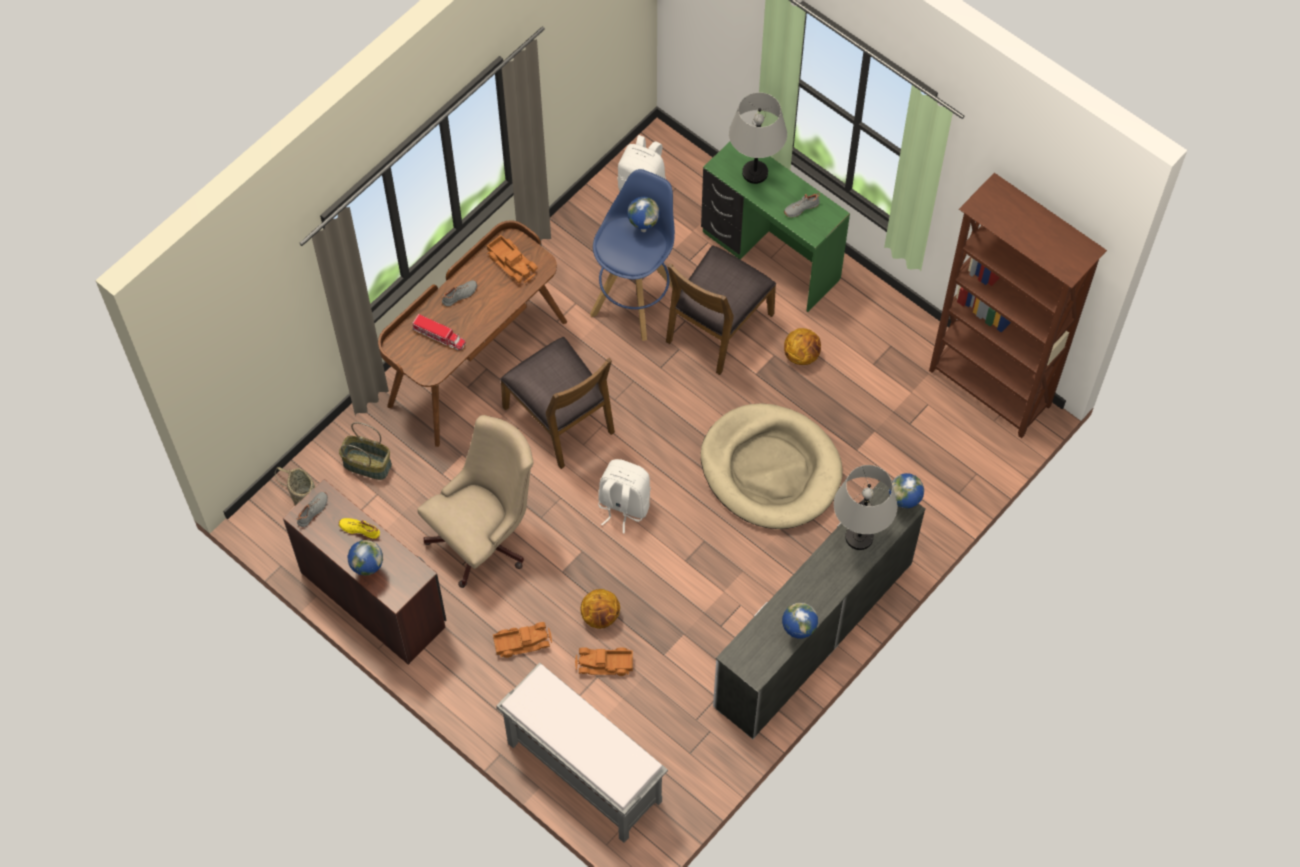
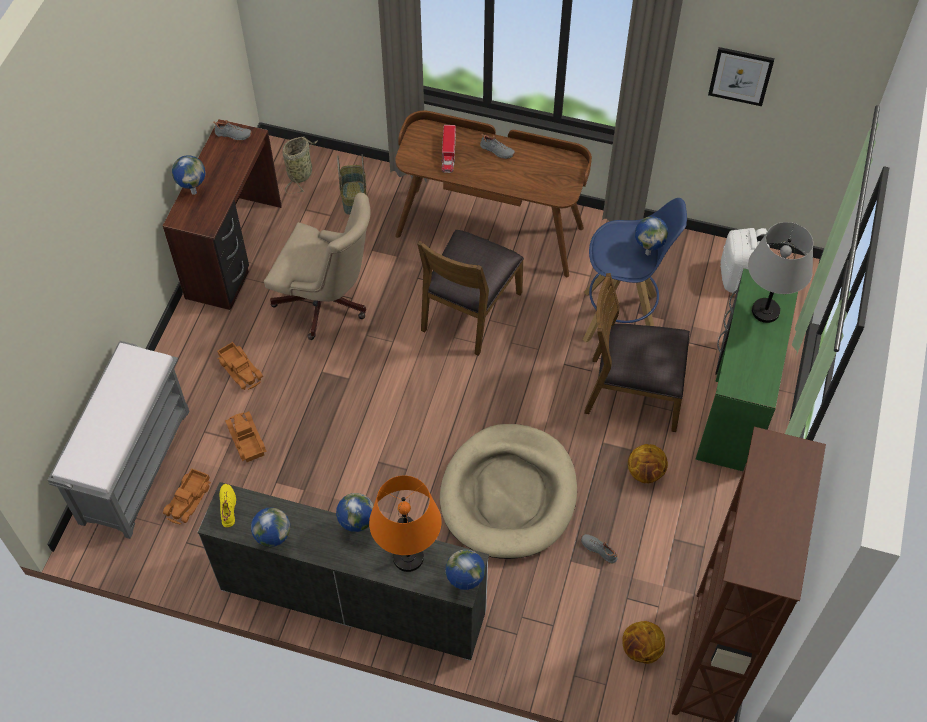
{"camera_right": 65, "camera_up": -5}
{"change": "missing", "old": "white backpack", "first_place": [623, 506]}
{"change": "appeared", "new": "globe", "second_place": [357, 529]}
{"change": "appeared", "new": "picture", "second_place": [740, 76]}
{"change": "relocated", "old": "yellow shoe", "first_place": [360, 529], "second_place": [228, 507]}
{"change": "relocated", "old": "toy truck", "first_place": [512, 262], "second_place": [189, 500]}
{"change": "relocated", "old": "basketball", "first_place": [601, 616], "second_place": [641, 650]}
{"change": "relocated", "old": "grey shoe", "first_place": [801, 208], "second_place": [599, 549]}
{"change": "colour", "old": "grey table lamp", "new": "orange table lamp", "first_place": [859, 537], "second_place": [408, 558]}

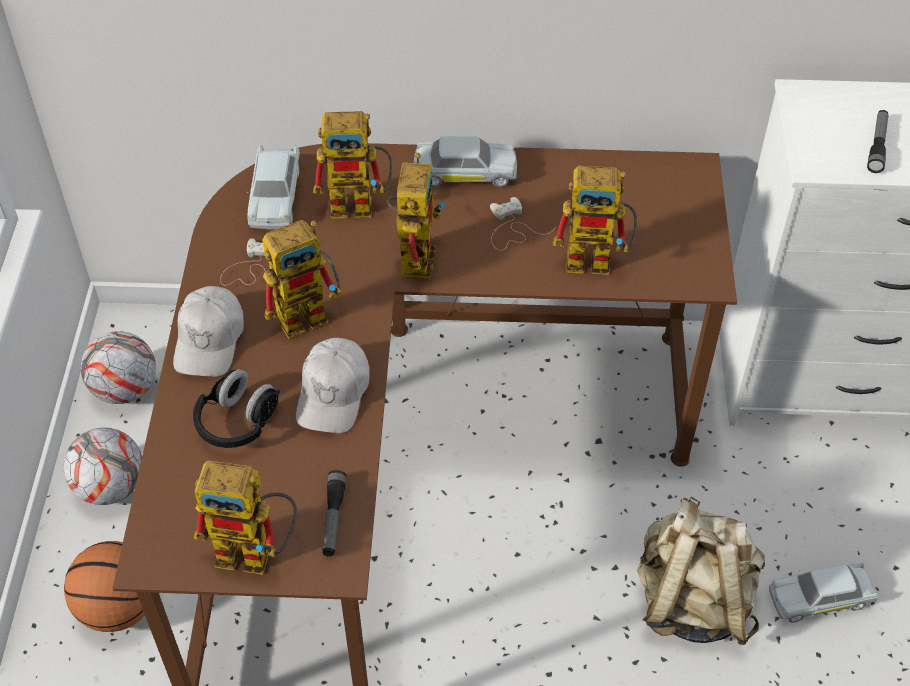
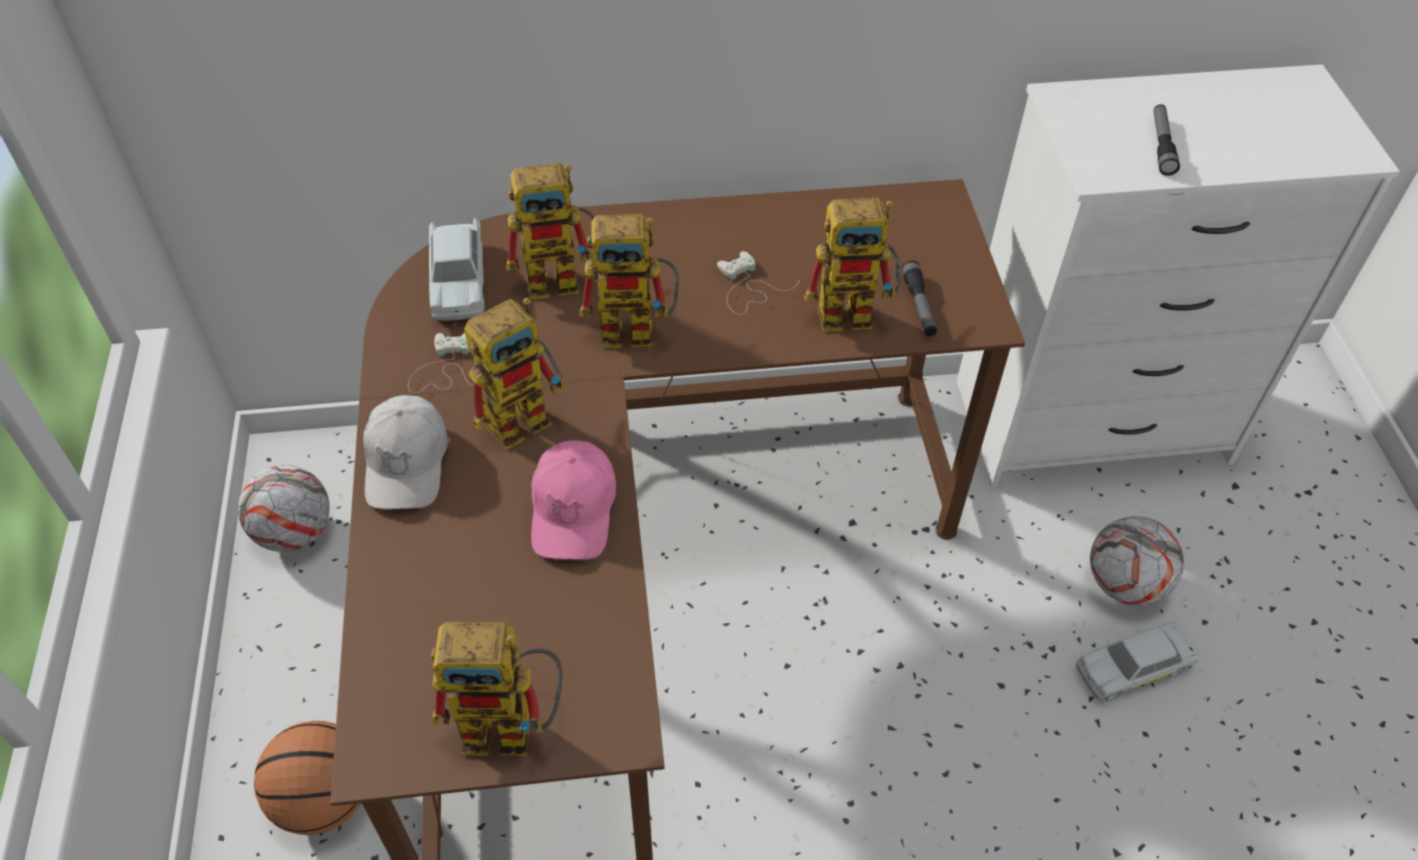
{"camera_right": -10, "camera_up": 0}
{"change": "missing", "old": "black headphones", "first_place": [237, 422]}
{"change": "missing", "old": "white toy car", "first_place": [465, 172]}
{"change": "missing", "old": "beige backpack", "first_place": [692, 600]}
{"change": "relocated", "old": "football", "first_place": [111, 487], "second_place": [1124, 584]}
{"change": "relocated", "old": "flashlight", "first_place": [333, 518], "second_place": [919, 305]}
{"change": "colour", "old": "white cap", "new": "pink cap", "first_place": [334, 393], "second_place": [574, 510]}
{"change": "spun", "old": "toy robot", "first_place": [414, 253], "second_place": [639, 329], "degrees": 90}

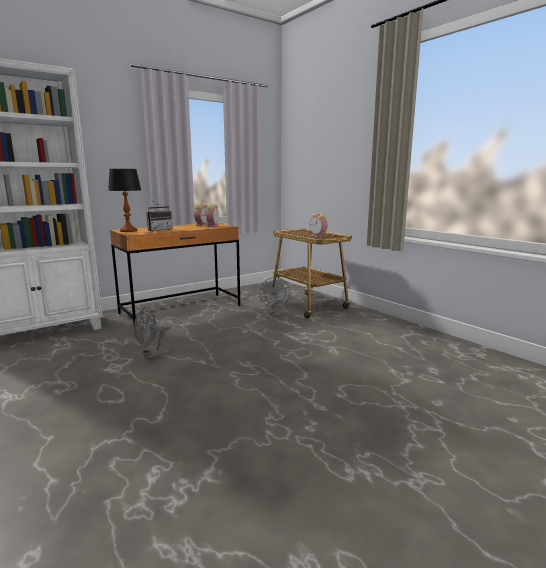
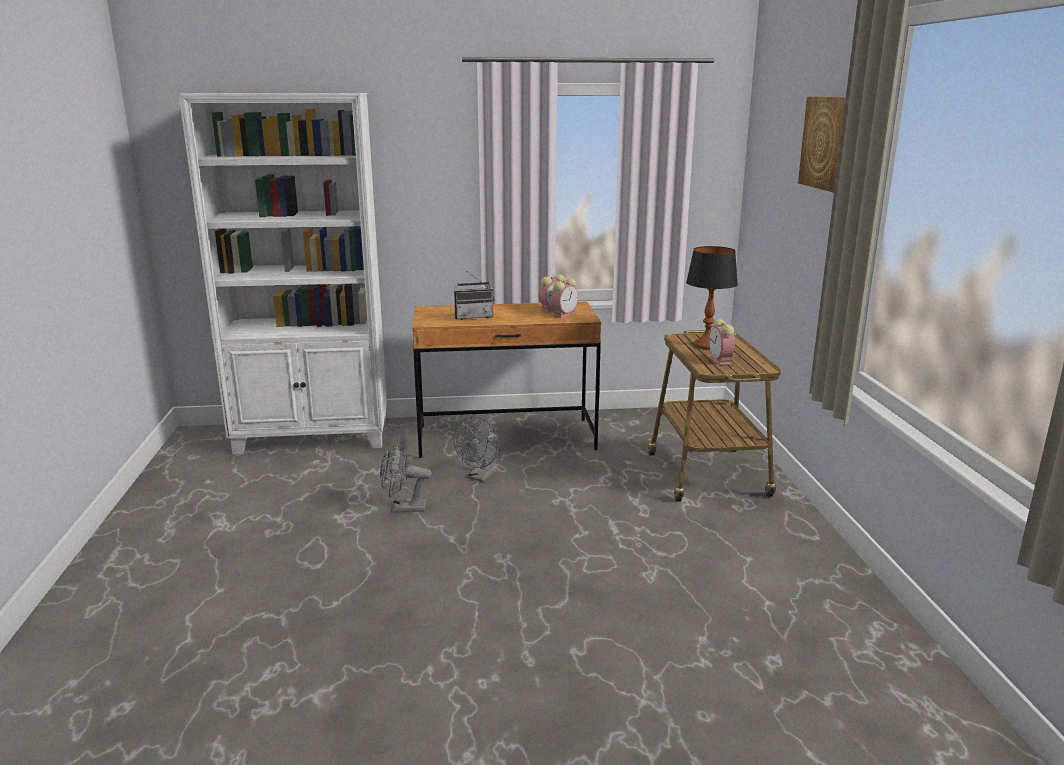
{"camera_right": 30, "camera_up": 5}
{"change": "appeared", "new": "picture", "second_place": [828, 143]}
{"change": "relocated", "old": "table lamp", "first_place": [128, 231], "second_place": [707, 345]}
{"change": "relocated", "old": "grey fan", "first_place": [275, 314], "second_place": [480, 476]}

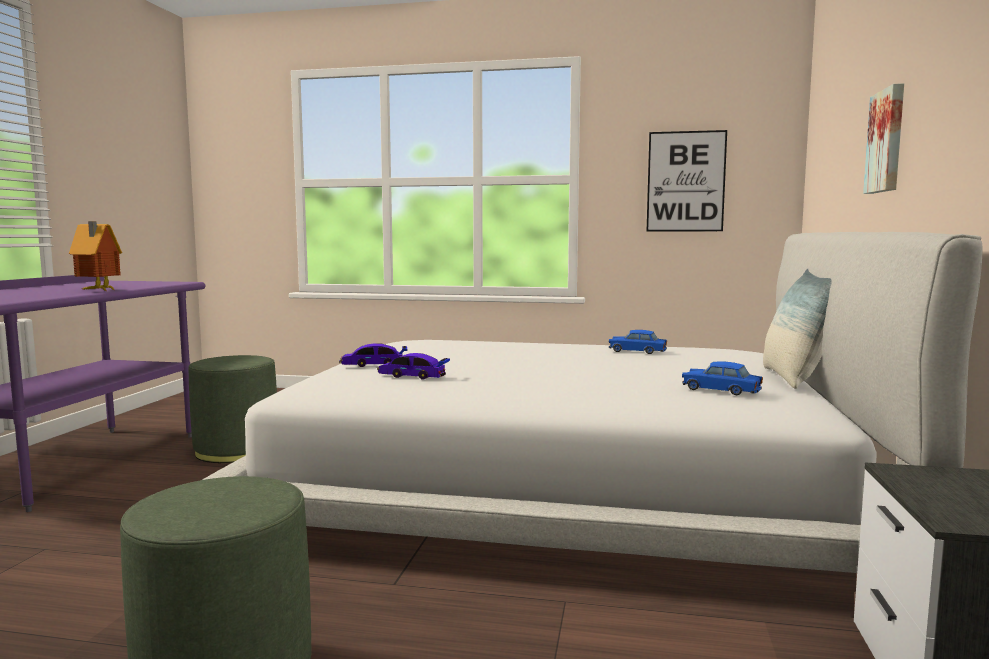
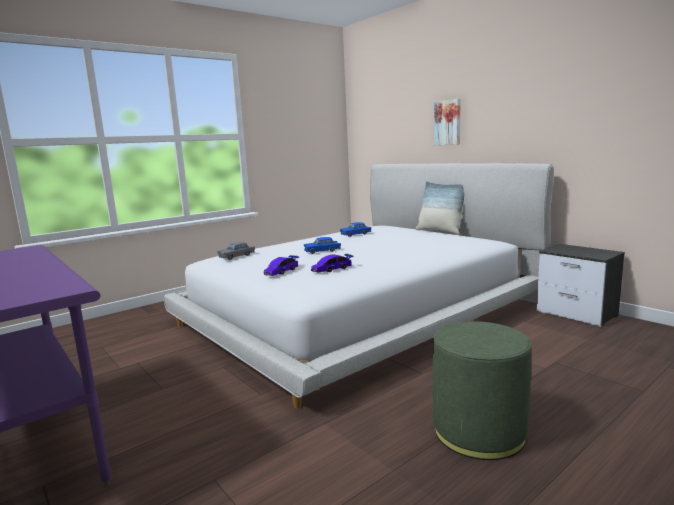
{"camera_right": -50, "camera_up": 5}
{"change": "missing", "old": "toy house", "first_place": [98, 291]}
{"change": "missing", "old": "green ottoman", "first_place": [237, 450]}
{"change": "missing", "old": "picture", "first_place": [685, 181]}
{"change": "appeared", "new": "grey toy car", "second_place": [237, 256]}
{"change": "relocated", "old": "blue toy car", "first_place": [721, 390], "second_place": [322, 251]}

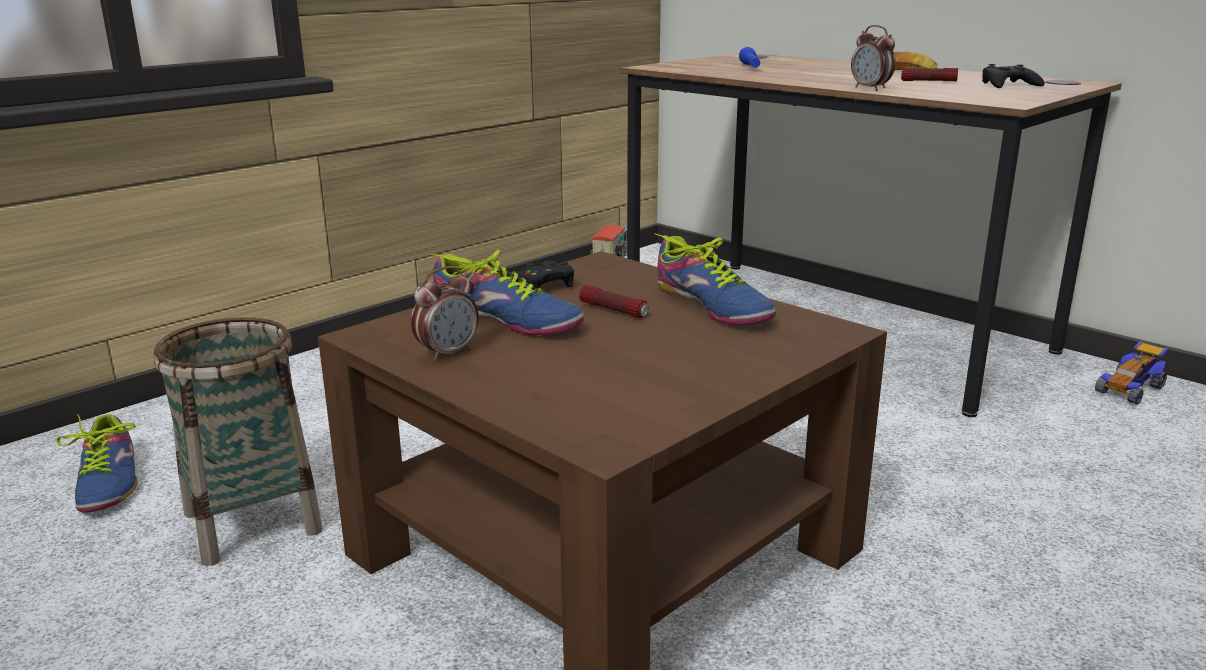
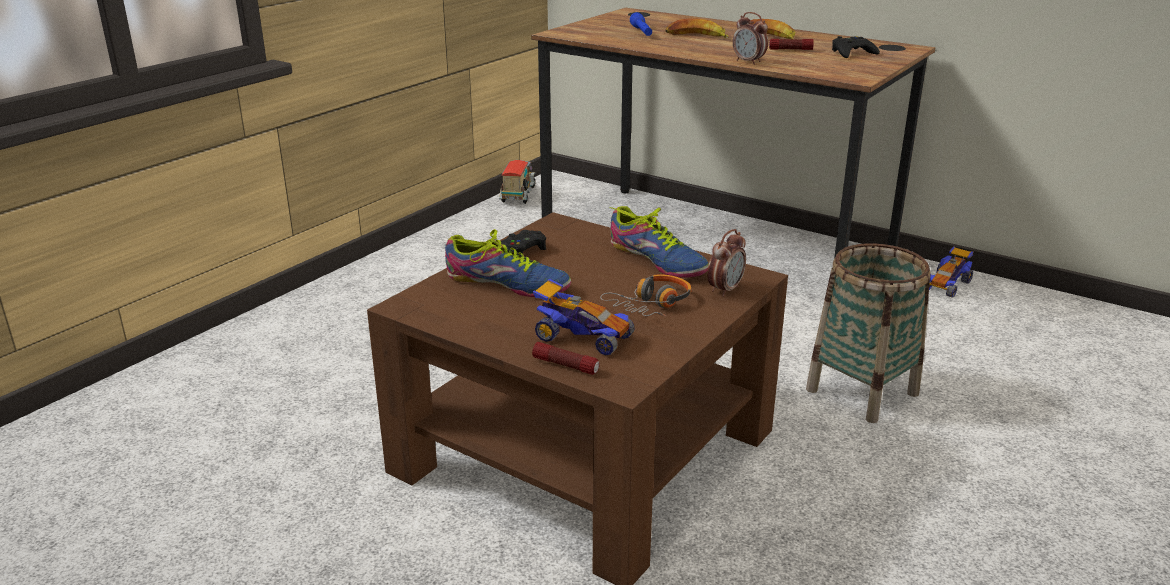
{"camera_right": -10, "camera_up": 5}
{"change": "missing", "old": "shoe", "first_place": [109, 482]}
{"change": "appeared", "new": "toy car", "second_place": [581, 337]}
{"change": "appeared", "new": "headphones", "second_place": [651, 305]}
{"change": "appeared", "new": "banana", "second_place": [697, 37]}
{"change": "relocated", "old": "basket", "first_place": [252, 522], "second_place": [861, 392]}
{"change": "relocated", "old": "alarm clock", "first_place": [448, 353], "second_place": [725, 290]}
{"change": "relocated", "old": "flashlight", "first_place": [613, 310], "second_place": [566, 365]}

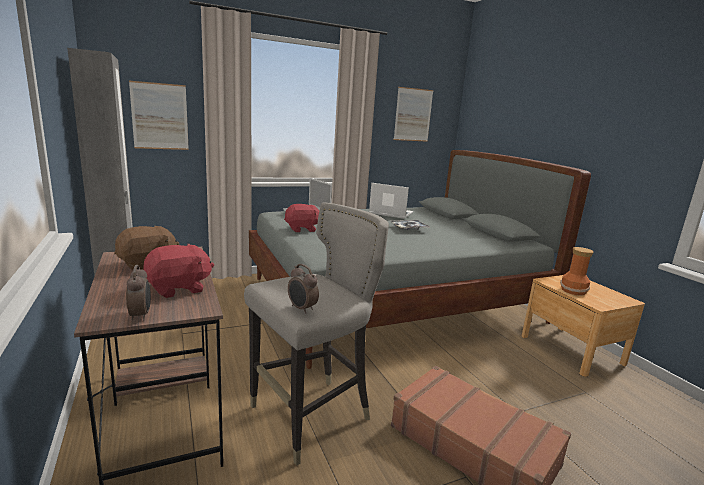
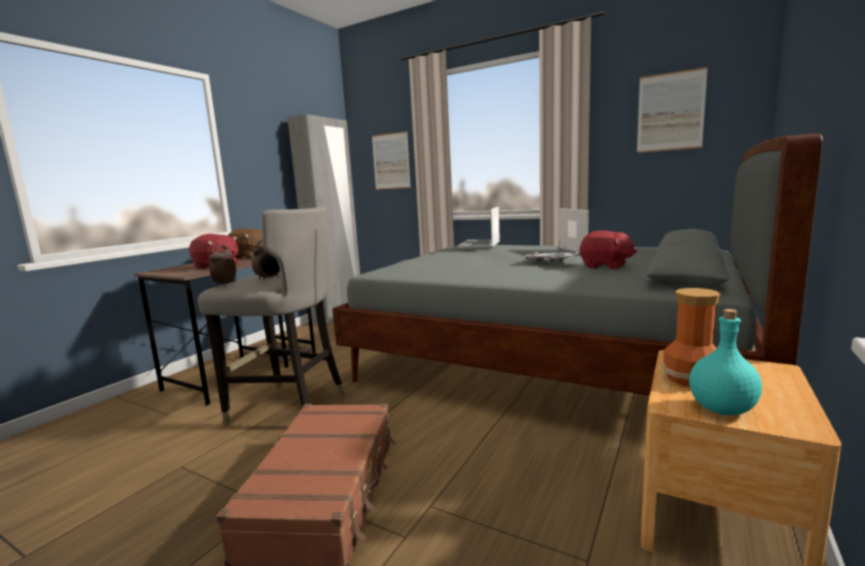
{"camera_right": 55, "camera_up": -5}
{"change": "appeared", "new": "turquoise bottle", "second_place": [720, 409]}
{"change": "relocated", "old": "alarm clock", "first_place": [141, 315], "second_place": [269, 279]}
{"change": "relocated", "old": "red plush toy", "first_place": [302, 229], "second_place": [605, 266]}

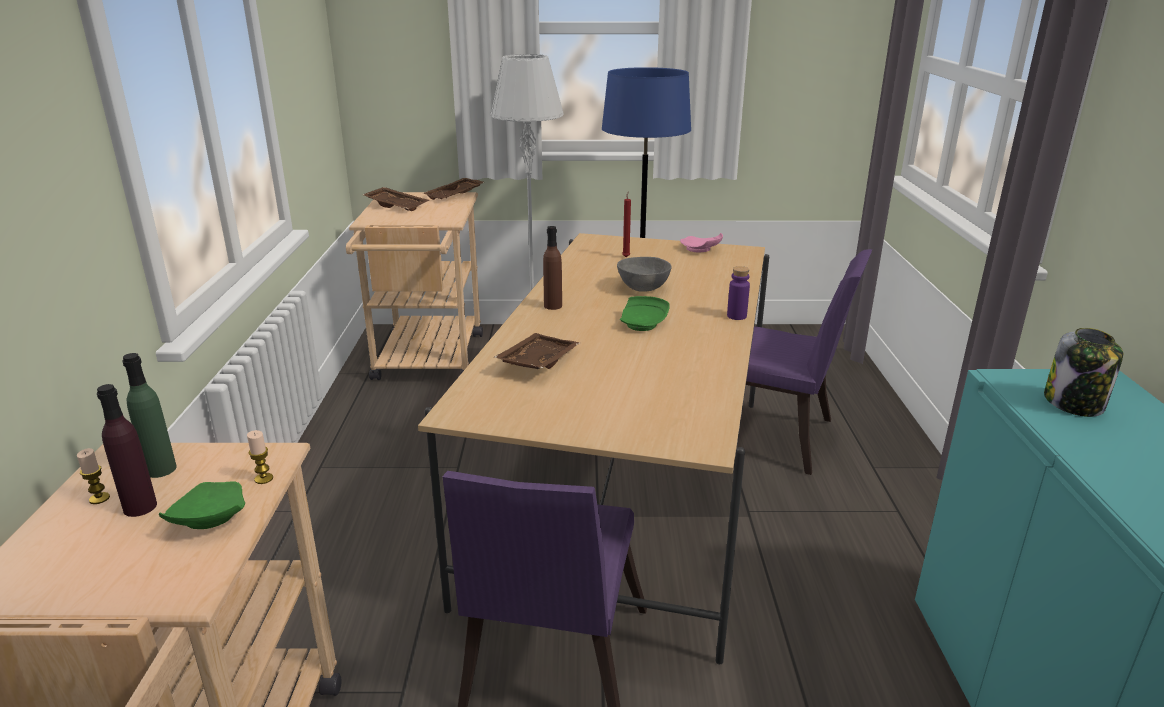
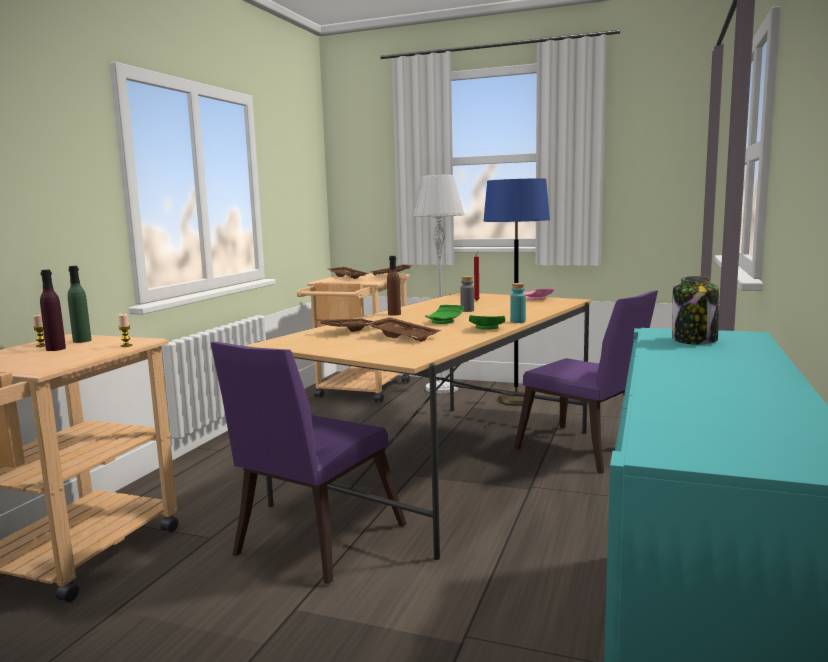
{"camera_right": 20, "camera_up": -15}
{"change": "appeared", "new": "brown tray", "second_place": [404, 337]}
{"change": "relocated", "old": "green plate", "first_place": [208, 520], "second_place": [486, 328]}
{"change": "exchanged", "old": "grey bowl", "new": "grey bottle", "first_place": [642, 288], "second_place": [467, 310]}
{"change": "colour", "old": "purple bottle", "new": "turquoise bottle", "first_place": [736, 316], "second_place": [518, 321]}

